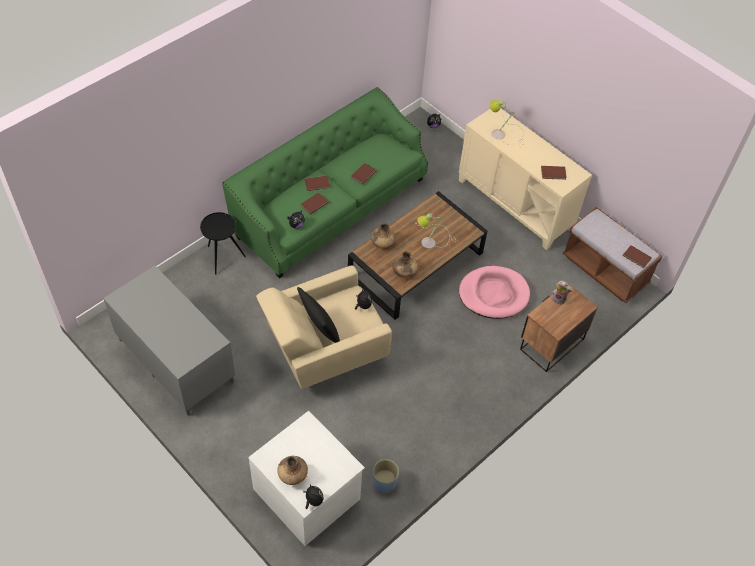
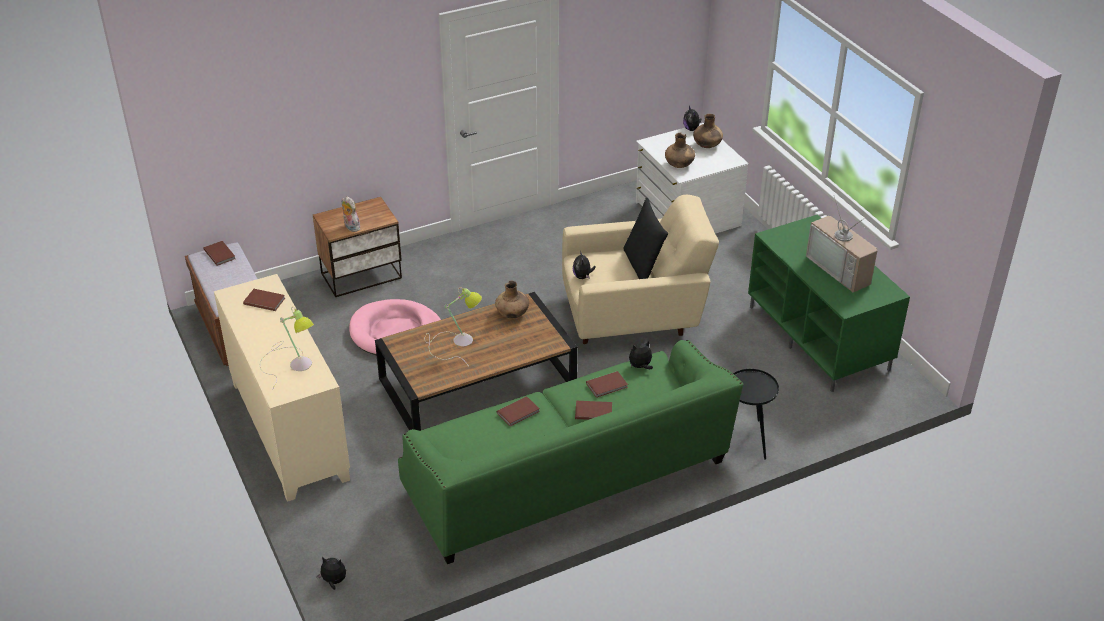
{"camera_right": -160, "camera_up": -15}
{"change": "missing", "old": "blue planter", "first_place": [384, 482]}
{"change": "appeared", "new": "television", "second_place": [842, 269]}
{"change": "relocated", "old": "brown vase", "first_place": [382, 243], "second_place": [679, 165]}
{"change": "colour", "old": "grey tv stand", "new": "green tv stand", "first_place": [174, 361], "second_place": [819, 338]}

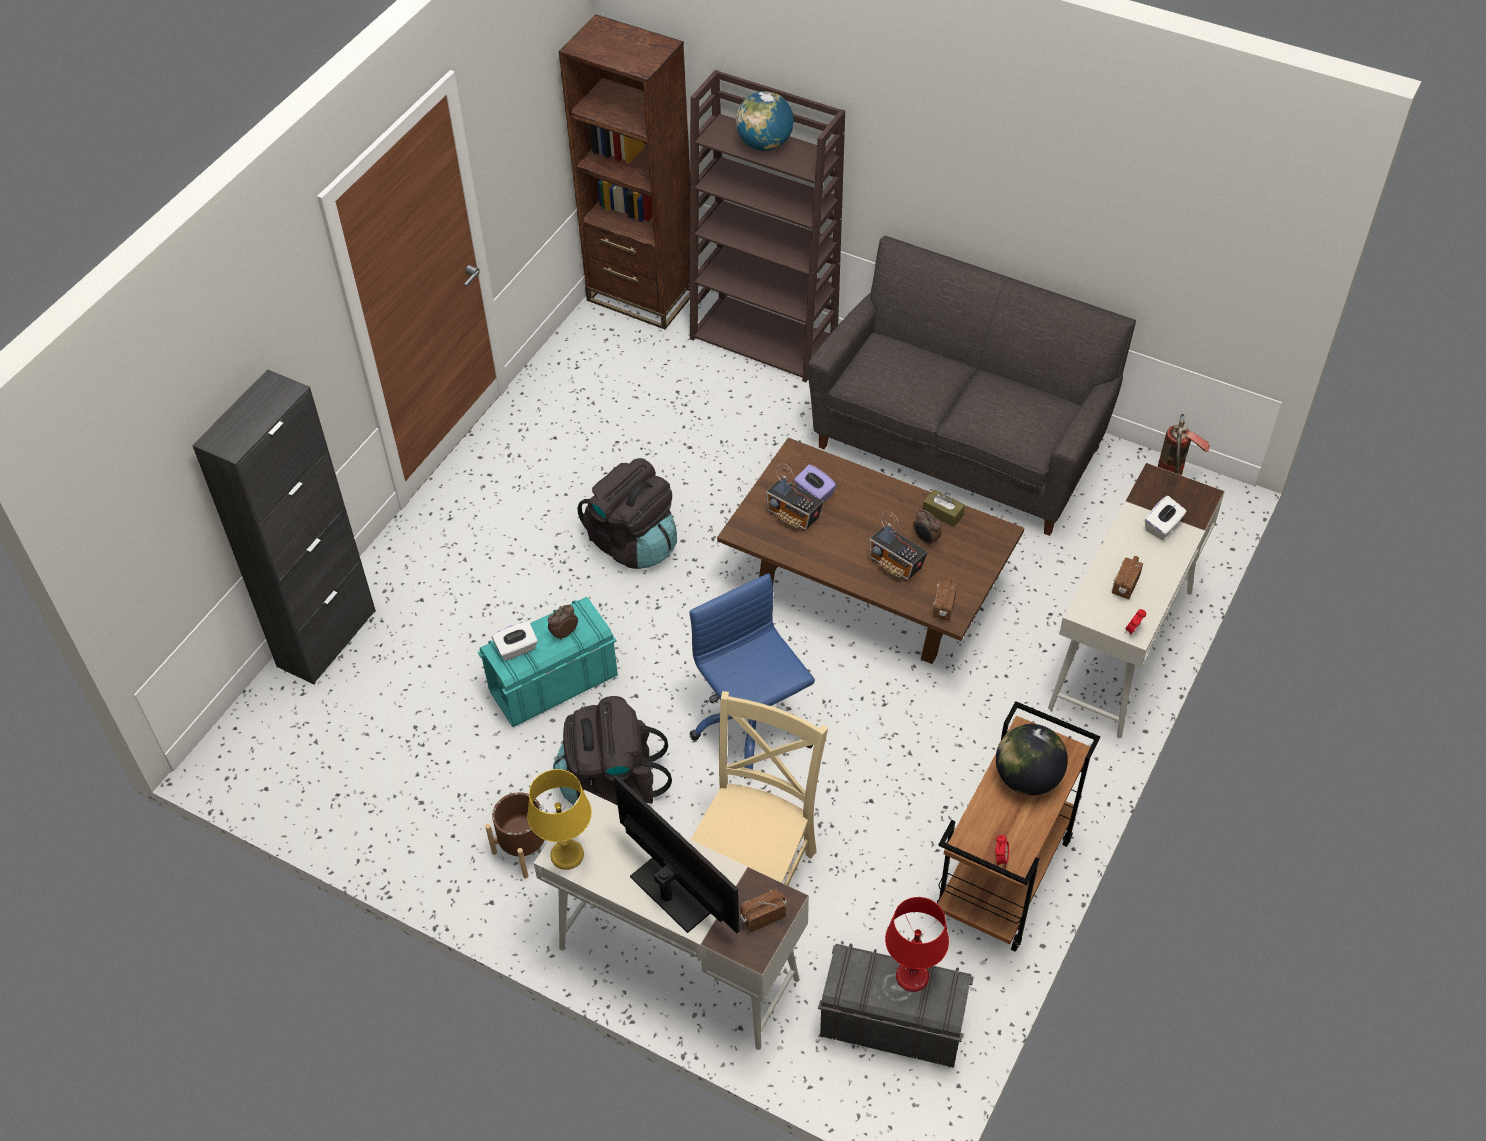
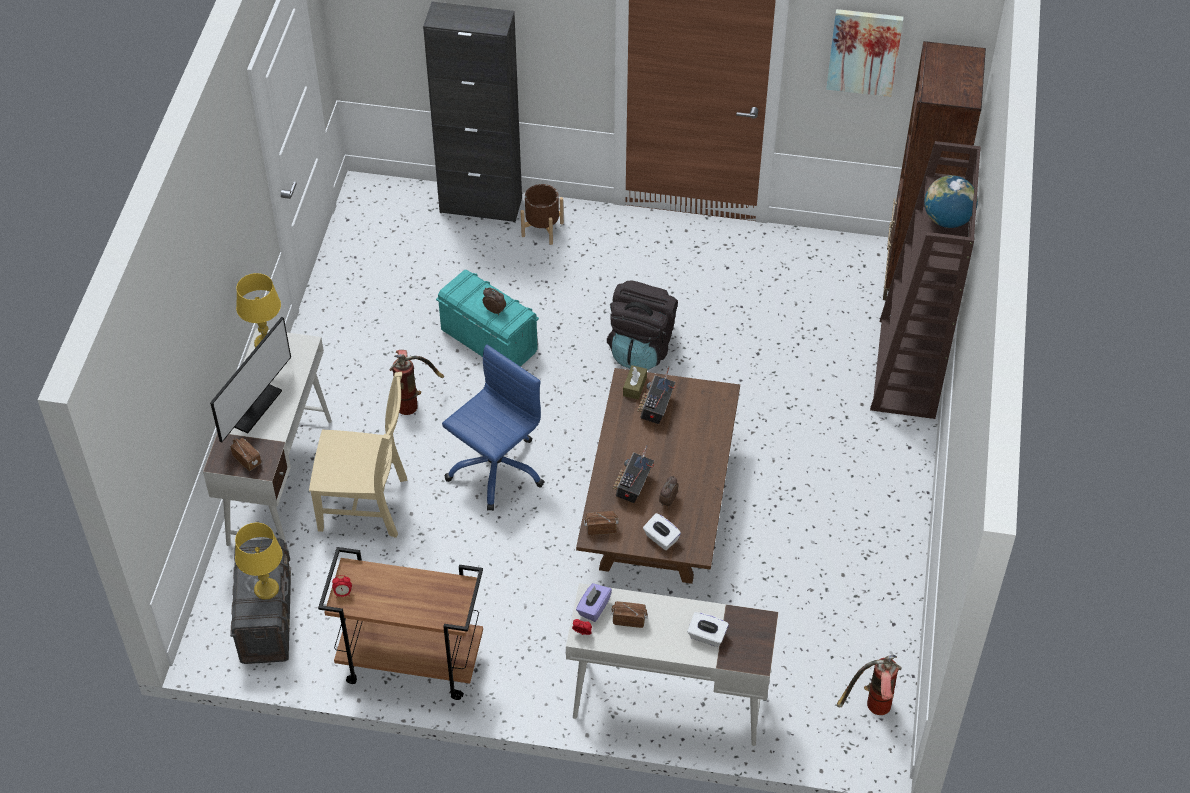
{"camera_right": 70, "camera_up": 0}
{"change": "missing", "old": "grey sofa", "first_place": [961, 444]}
{"change": "missing", "old": "globe", "first_place": [1027, 778]}
{"change": "appeared", "new": "picture", "second_place": [864, 51]}
{"change": "relocated", "old": "brown planter", "first_place": [525, 849], "second_place": [542, 229]}
{"change": "relocated", "old": "white tissue box", "first_place": [517, 649], "second_place": [661, 538]}
{"change": "relocated", "old": "purple tissue box", "first_place": [814, 493], "second_place": [593, 608]}
{"change": "relocated", "old": "brown tissue box", "first_place": [943, 513], "second_place": [634, 386]}
{"change": "exchanged", "old": "black backpack", "new": "fire extinguisher", "first_place": [612, 784], "second_place": [413, 401]}
{"change": "colour", "old": "red table lamp", "new": "yellow table lamp", "first_place": [911, 977], "second_place": [266, 589]}

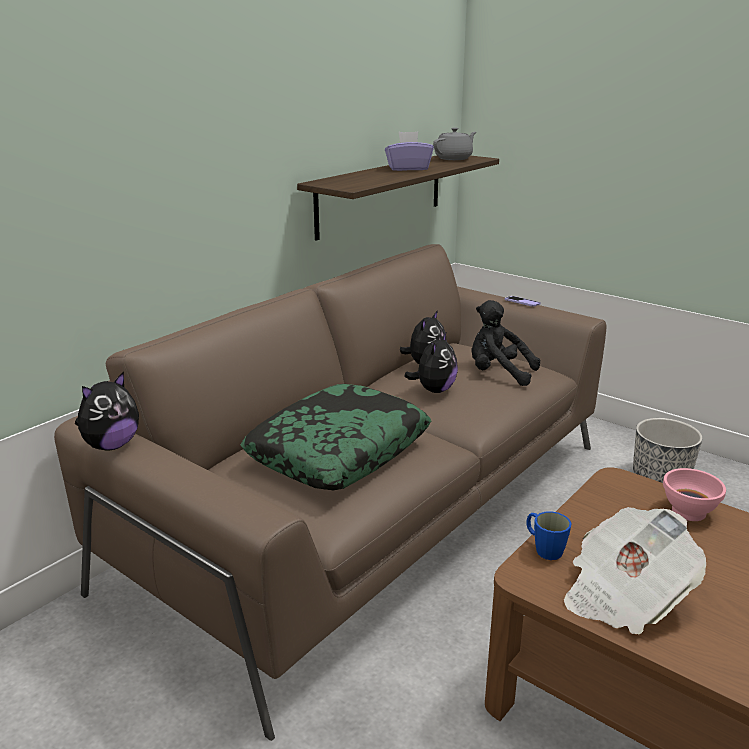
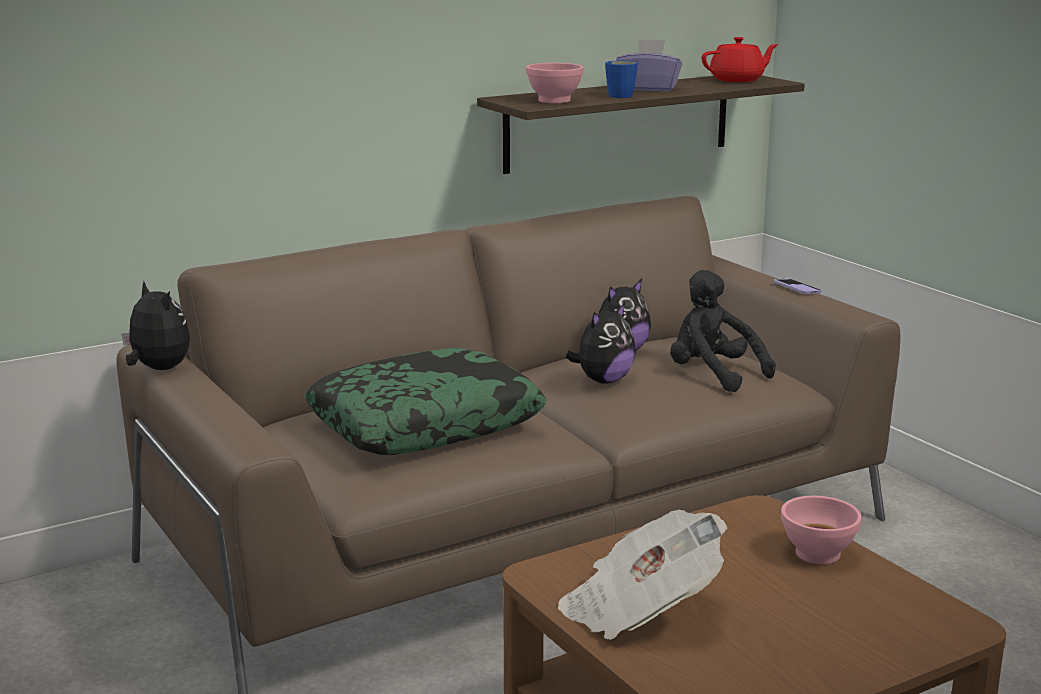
{"camera_right": 20, "camera_up": -5}
{"change": "missing", "old": "planter", "first_place": [660, 477]}
{"change": "appeared", "new": "pink bowl", "second_place": [553, 100]}
{"change": "relocated", "old": "blue mug", "first_place": [544, 548], "second_place": [618, 95]}
{"change": "colour", "old": "grey teapot", "new": "red teapot", "first_place": [454, 158], "second_place": [738, 80]}
{"change": "spun", "old": "plush toy", "first_place": [111, 445], "second_place": [158, 369], "degrees": -105}

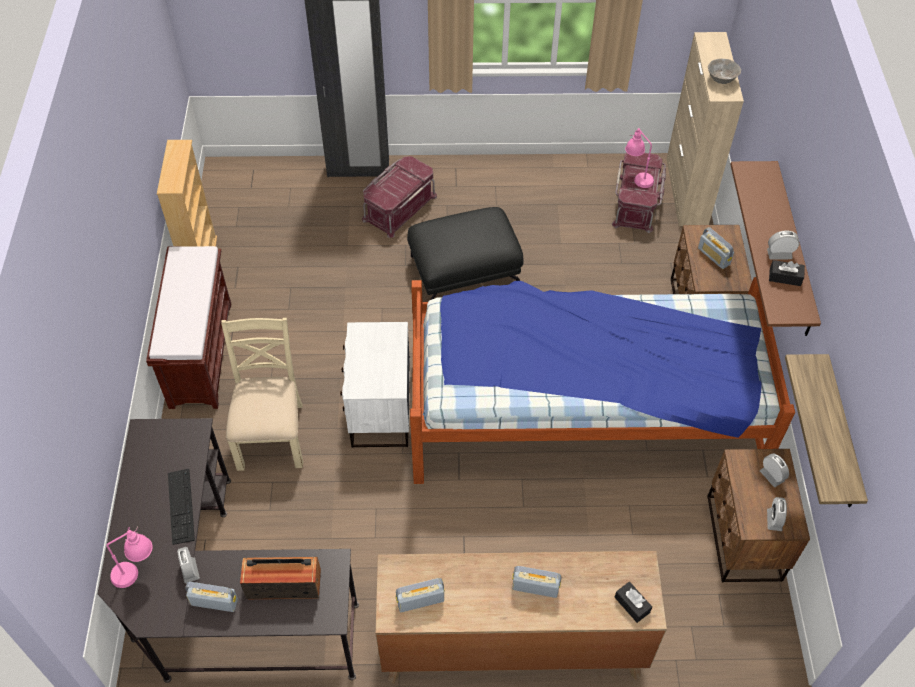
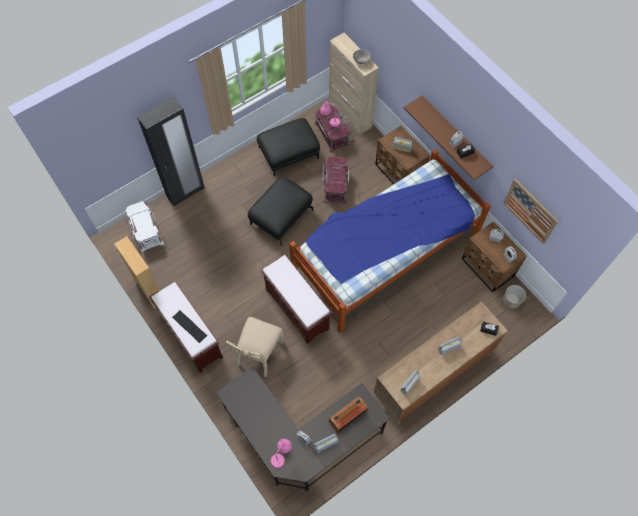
{"camera_right": -35, "camera_up": 10}
{"change": "appeared", "new": "white storage box", "second_place": [145, 231]}
{"change": "appeared", "new": "black ottoman", "second_place": [288, 154]}
{"change": "appeared", "new": "planter", "second_place": [511, 301]}
{"change": "relocated", "old": "keyboard", "first_place": [181, 506], "second_place": [189, 326]}
{"change": "relocated", "old": "red storage box", "first_place": [399, 207], "second_place": [335, 185]}
{"change": "exchanged", "old": "white nightstand", "new": "brown bench", "first_place": [379, 410], "second_place": [297, 309]}
{"change": "exchanged", "old": "shelf", "new": "picture", "first_place": [841, 435], "second_place": [530, 211]}
{"change": "spun", "old": "beige chair", "first_place": [272, 435], "second_place": [259, 353], "degrees": -120}

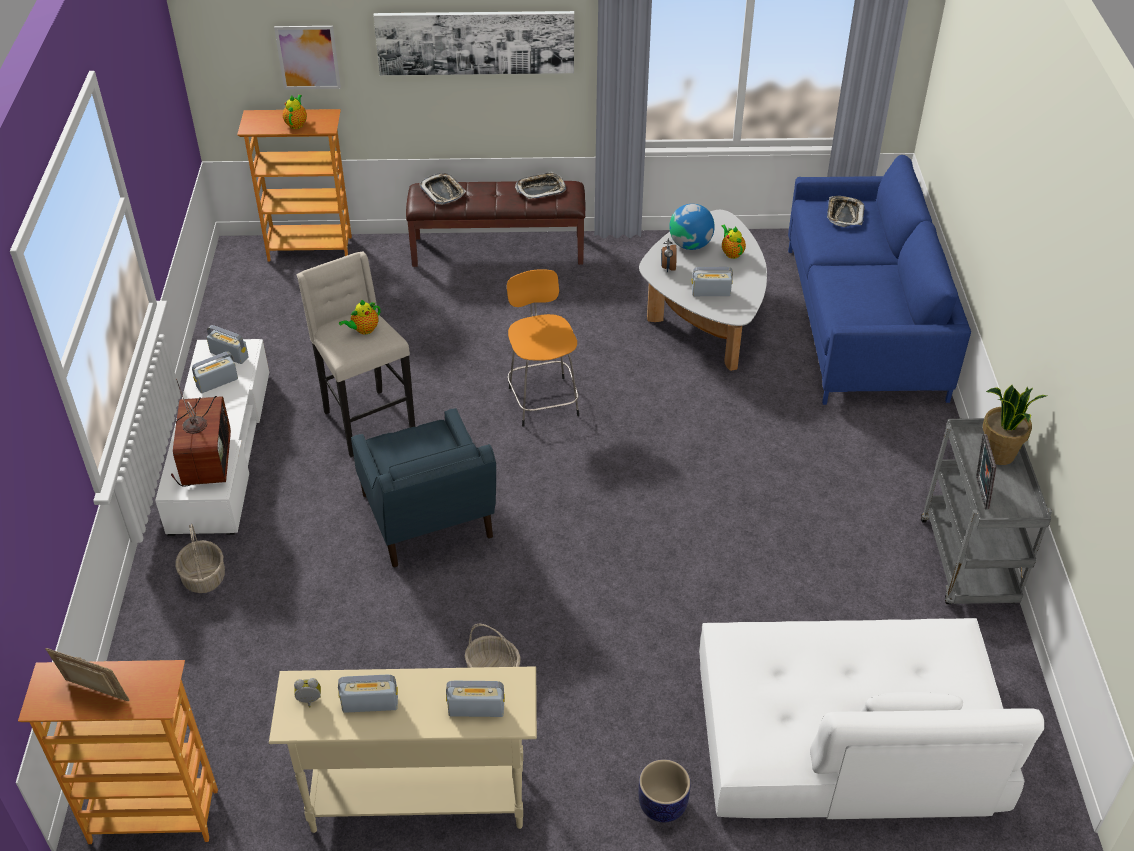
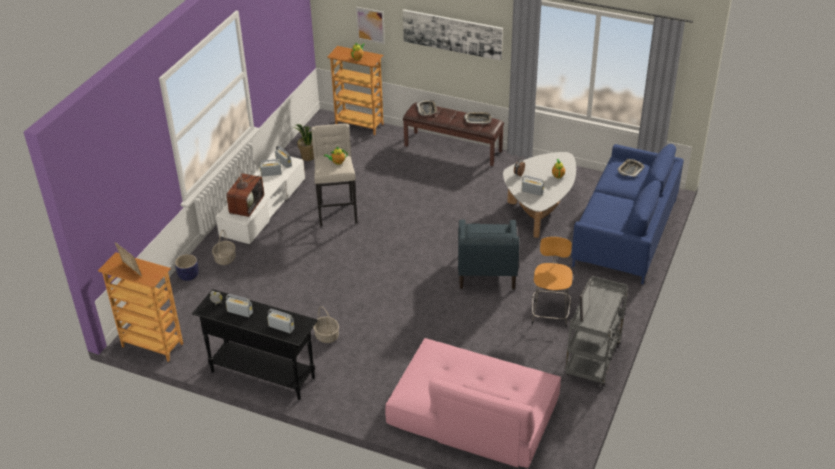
{"camera_right": 25, "camera_up": -5}
{"change": "missing", "old": "globe", "first_place": [690, 244]}
{"change": "relocated", "old": "blue armchair", "first_place": [427, 519], "second_place": [486, 272]}
{"change": "relocated", "old": "orange stool", "first_place": [543, 399], "second_place": [550, 313]}
{"change": "relocated", "old": "planter", "first_place": [662, 806], "second_place": [188, 276]}
{"change": "relocated", "old": "potted plant", "first_place": [998, 454], "second_place": [308, 157]}
{"change": "colour", "old": "beige console table", "new": "black console table", "first_place": [417, 799], "second_place": [262, 374]}
{"change": "colour", "old": "white sofa", "new": "pink sofa", "first_place": [846, 736], "second_place": [473, 413]}

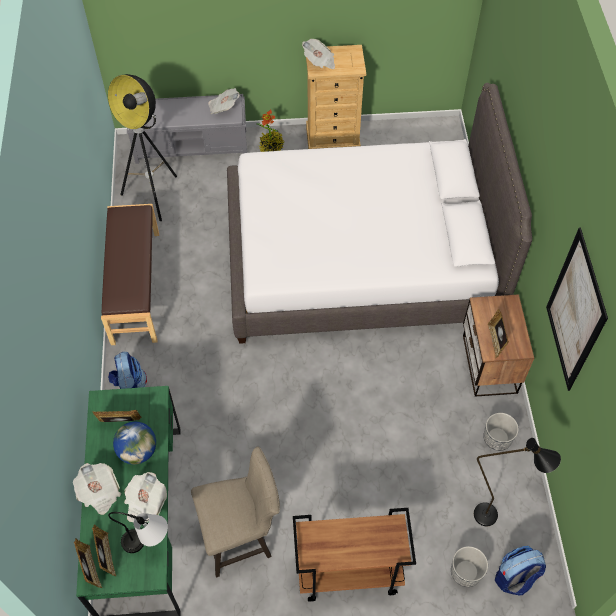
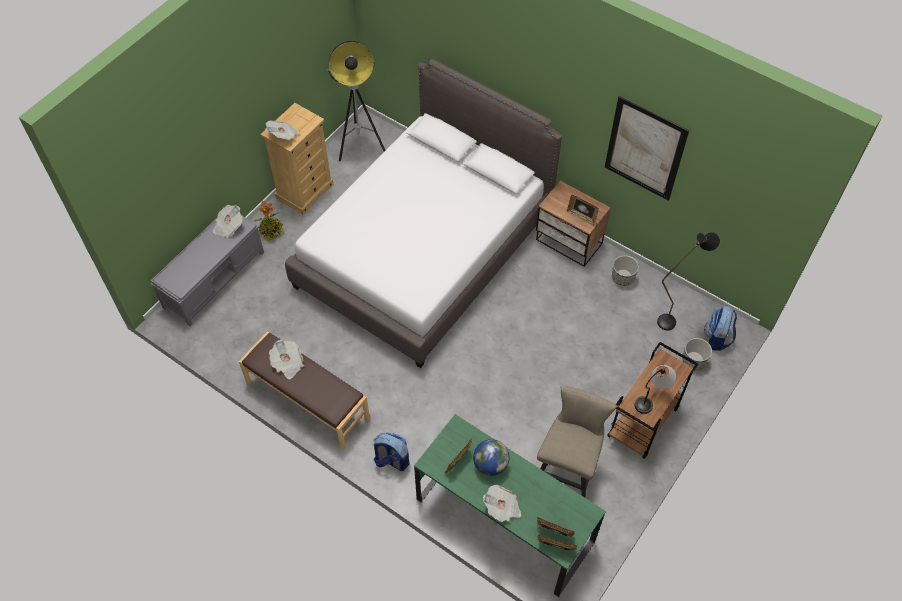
{"camera_right": -50, "camera_up": 0}
{"change": "relocated", "old": "floor lamp", "first_place": [154, 196], "second_place": [360, 144]}
{"change": "relocated", "old": "table lamp", "first_place": [148, 544], "second_place": [652, 398]}
{"change": "relocated", "old": "newspaper", "first_place": [145, 503], "second_place": [287, 364]}

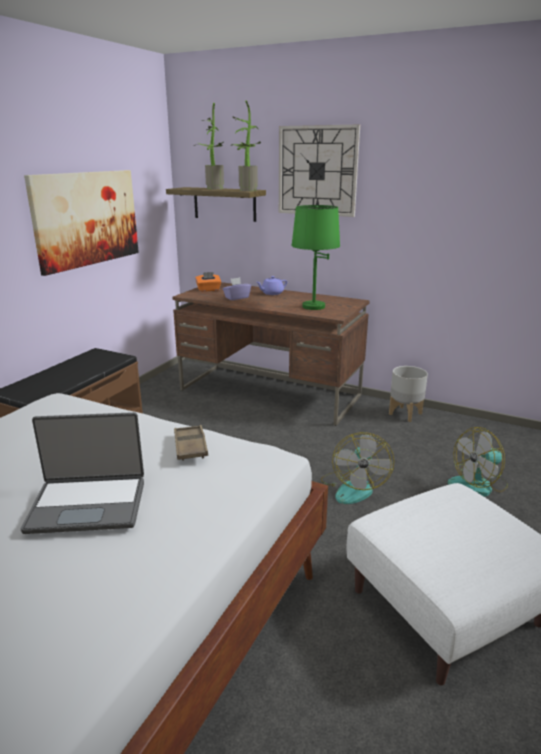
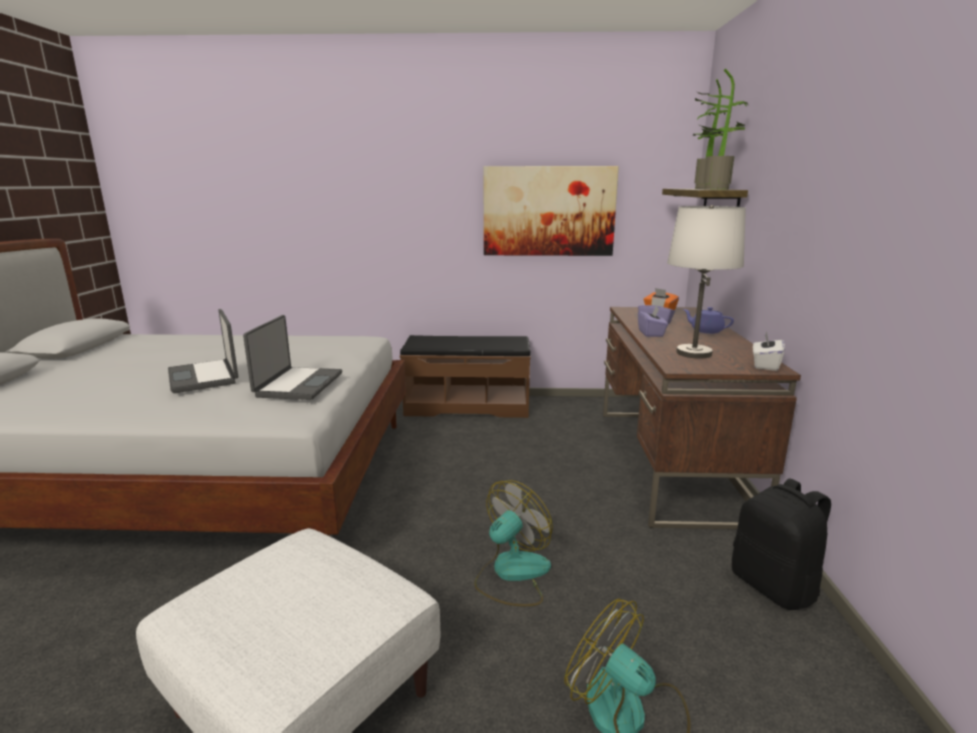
{"camera_right": 65, "camera_up": -5}
{"change": "missing", "old": "wall clock", "first_place": [317, 171]}
{"change": "appeared", "new": "purple tissue box", "second_place": [651, 333]}
{"change": "appeared", "new": "white tissue box", "second_place": [765, 365]}
{"change": "exchanged", "old": "brown tray", "new": "laptop", "first_place": [190, 446], "second_place": [298, 385]}
{"change": "exchanged", "old": "grey planter", "new": "black backpack", "first_place": [405, 413], "second_place": [774, 586]}
{"change": "colour", "old": "green table lamp", "new": "white table lamp", "first_place": [313, 307], "second_place": [693, 353]}
{"change": "spun", "old": "fan", "first_place": [353, 487], "second_place": [512, 574], "degrees": 150}

